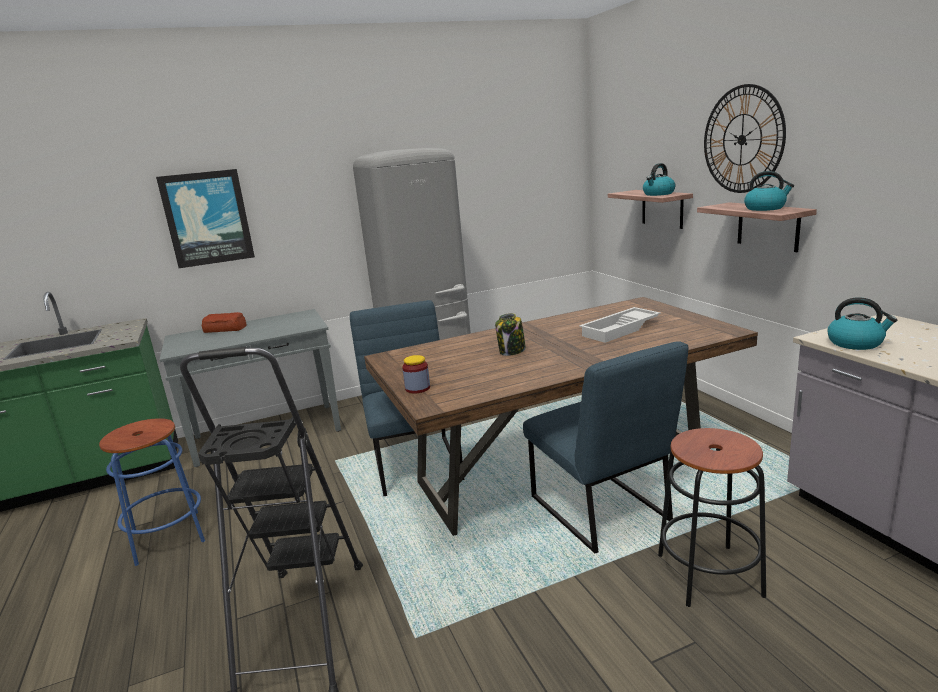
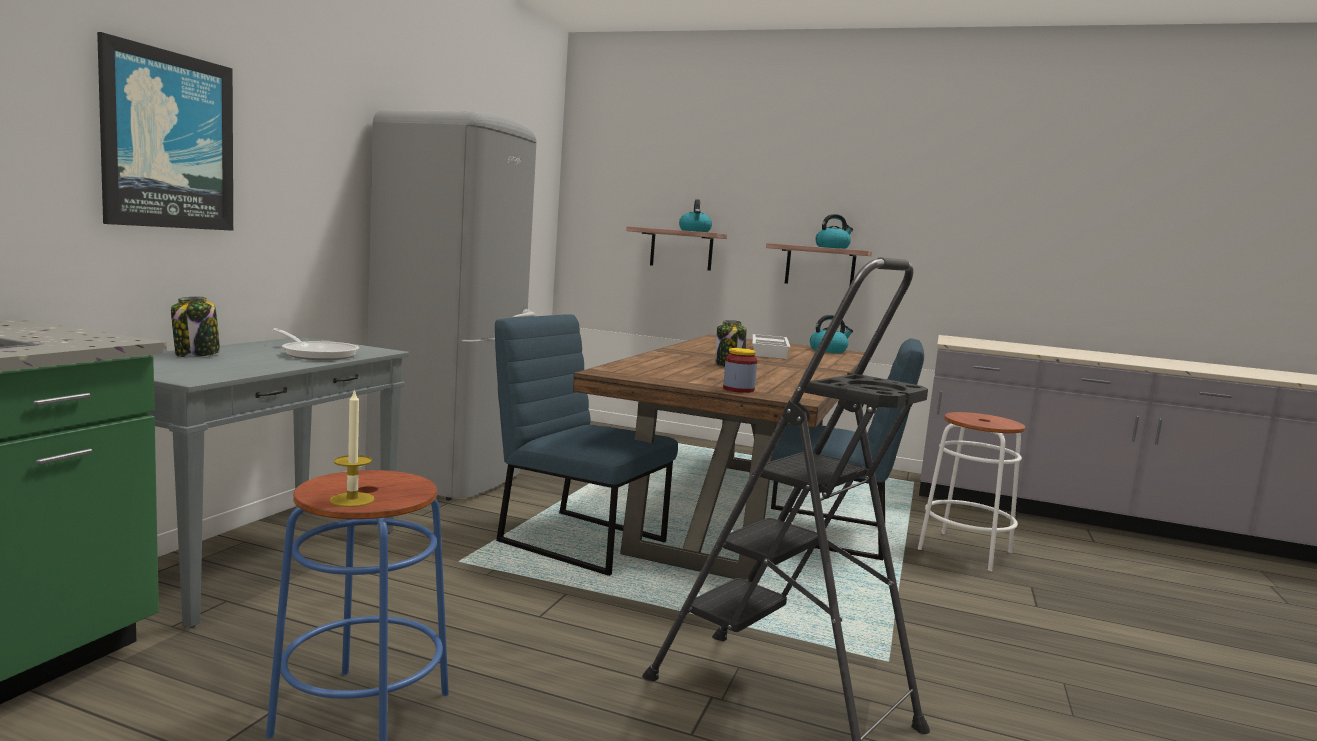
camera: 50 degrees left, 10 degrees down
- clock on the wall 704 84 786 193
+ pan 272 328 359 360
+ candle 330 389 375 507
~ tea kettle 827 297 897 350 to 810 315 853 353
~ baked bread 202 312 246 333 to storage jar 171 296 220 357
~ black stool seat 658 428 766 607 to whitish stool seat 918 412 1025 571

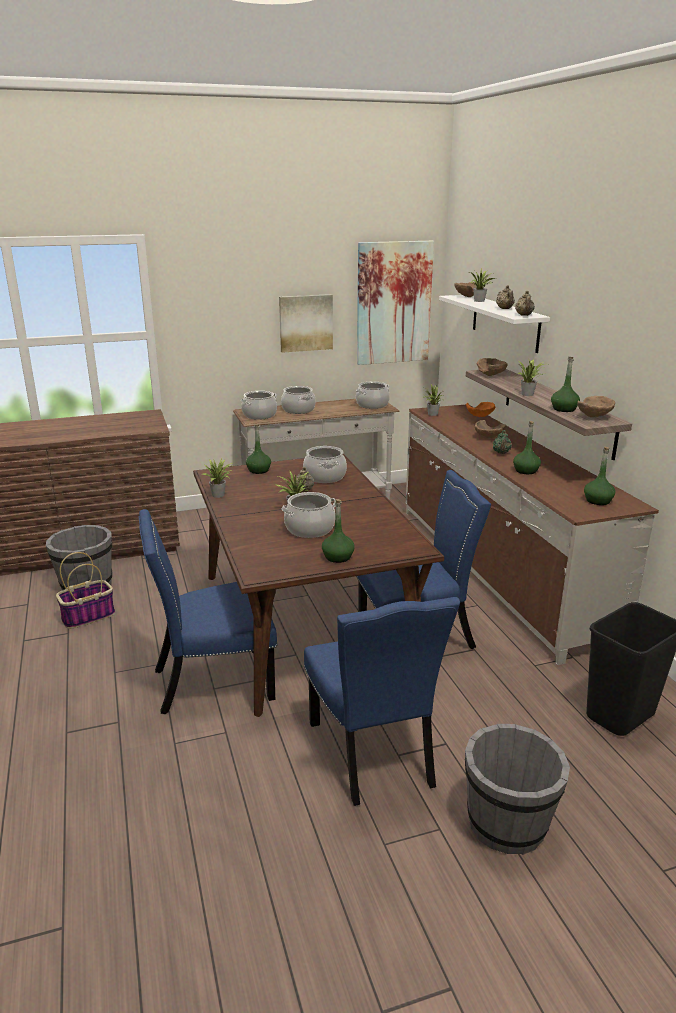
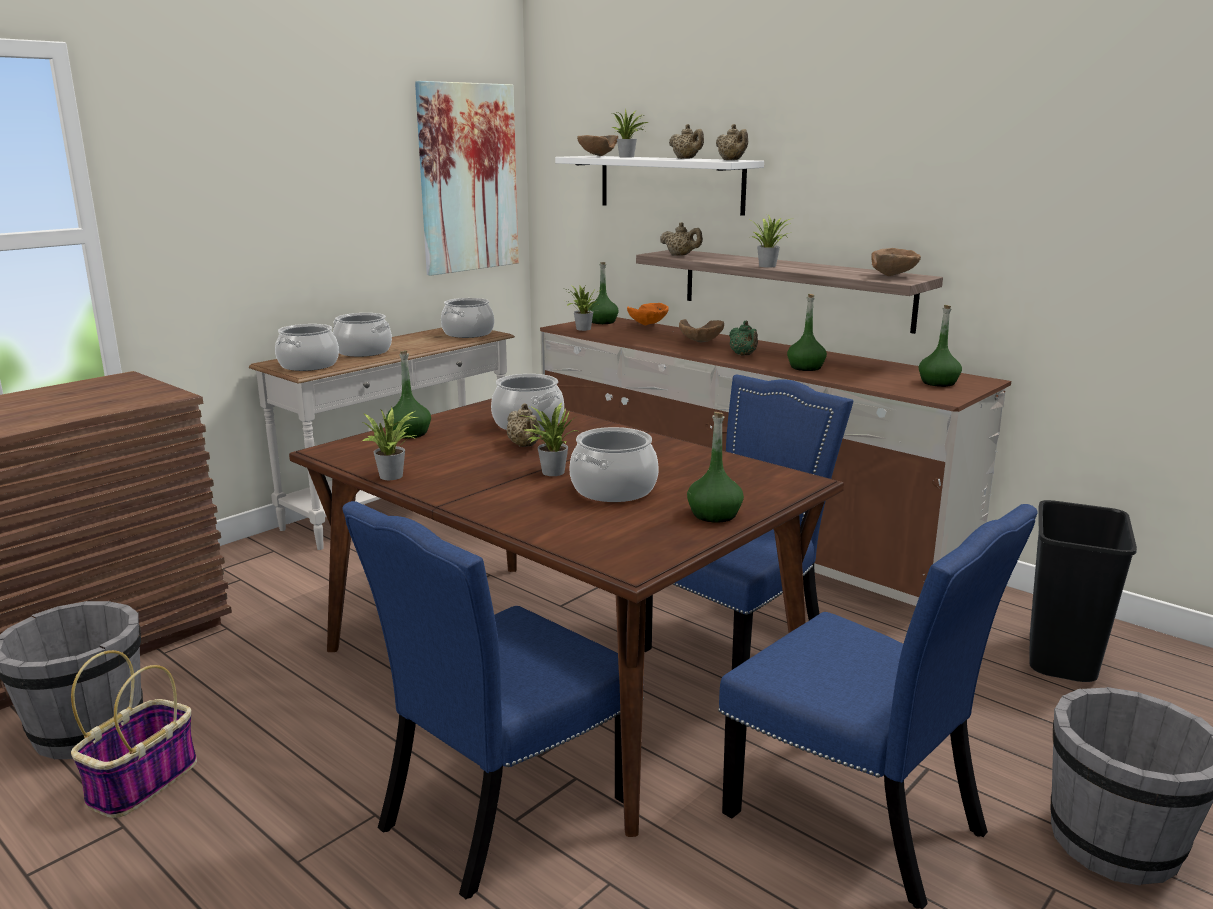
camera: 30 degrees left, 5 degrees down
- picture 279 294 333 353
~ green-coloured bottle 551 357 580 412 to 588 262 619 324
~ brownish bowl 477 358 508 376 to beige pot for tea 660 222 703 256

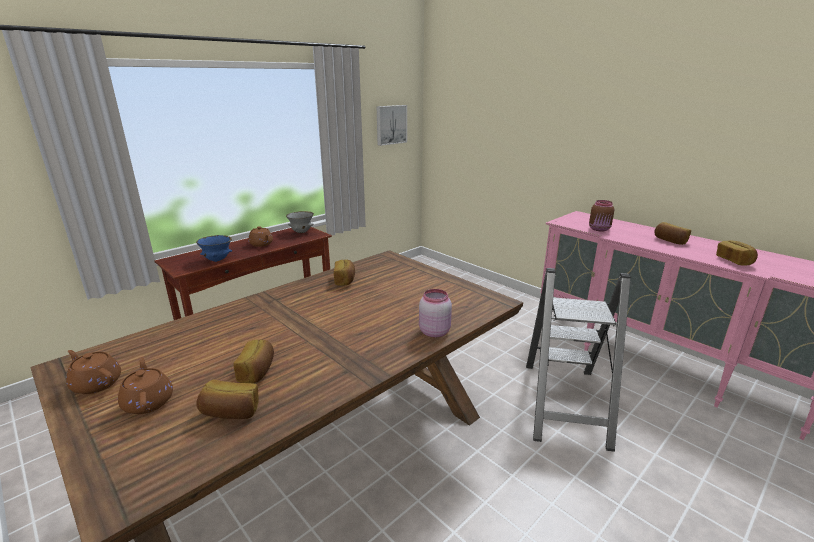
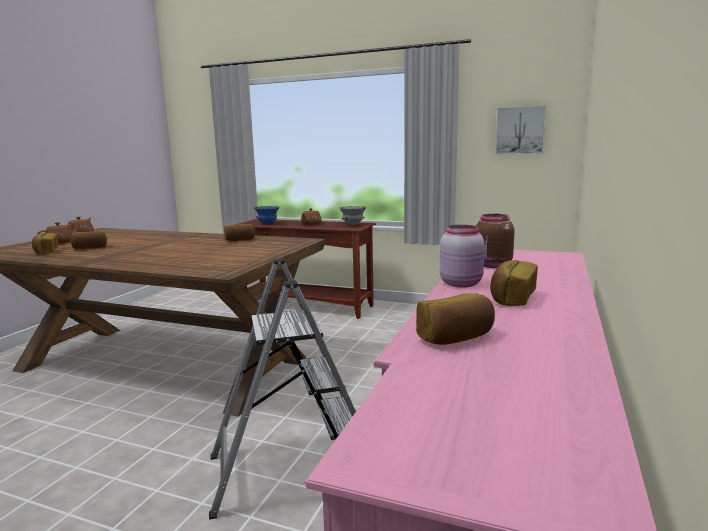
camera: 65 degrees right, 10 degrees down
~ pink-coloured storage jar 419 289 452 337 to 440 225 485 288

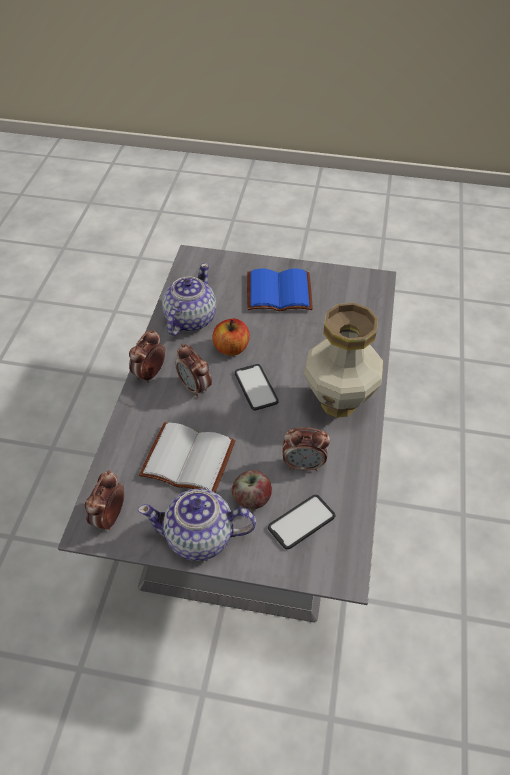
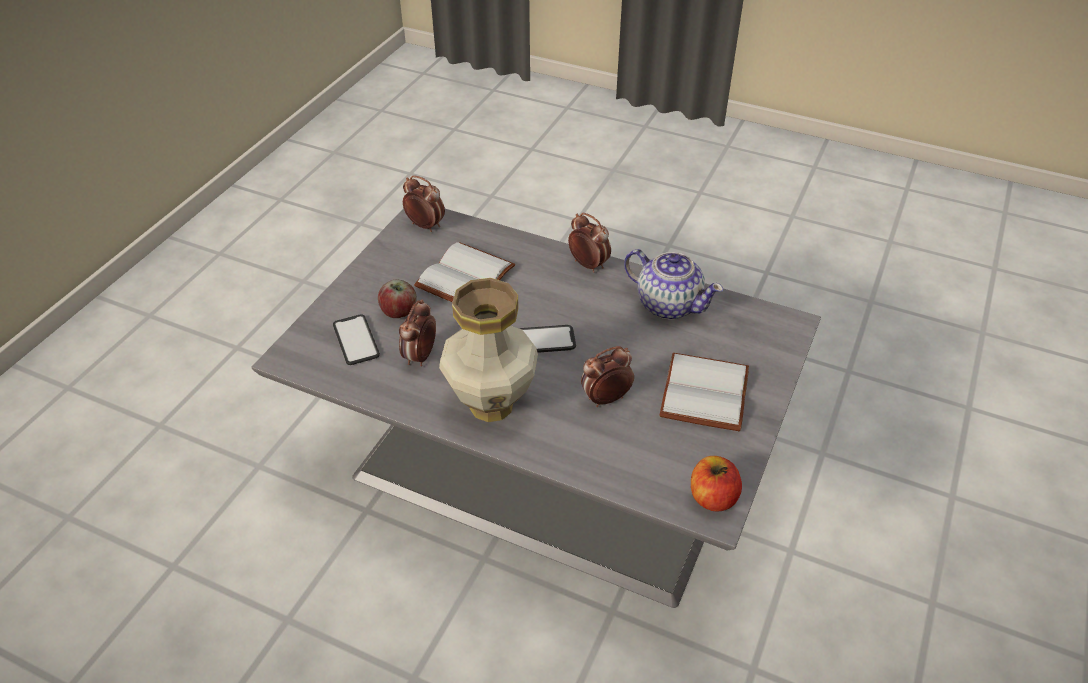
camera: 105 degrees right, 5 degrees down
- pot for tea 138 488 256 561
~ table clock 175 344 212 398 to 581 346 634 407
~ whole apple 212 318 250 356 to 691 456 742 511
~ blue book 247 268 313 311 to whitish book 659 353 749 431

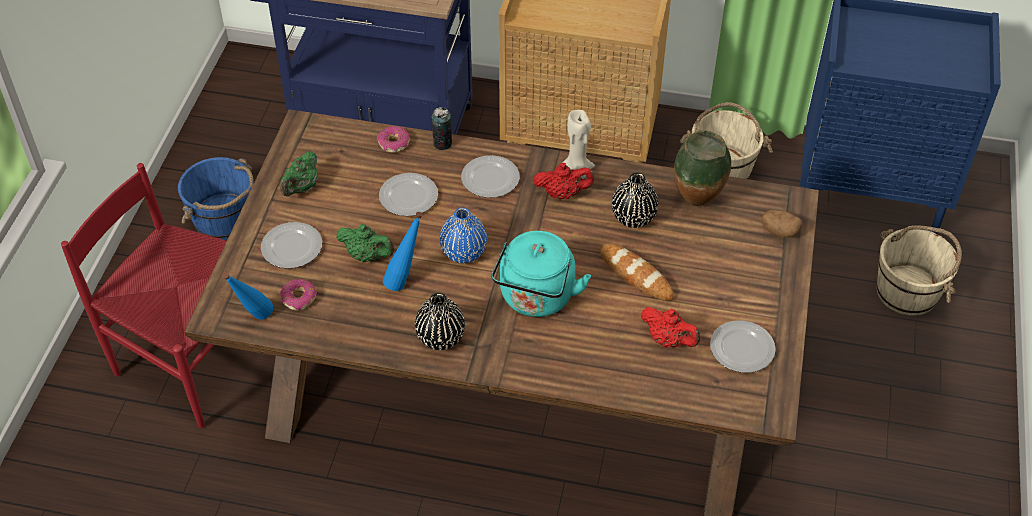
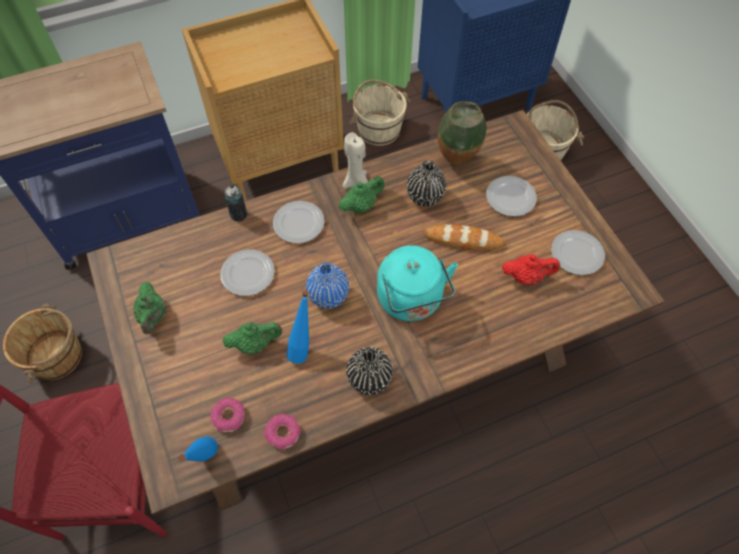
camera: 35 degrees left, 10 degrees up
- potato 762 210 802 238
~ plate 261 222 322 268 to 486 176 537 216
~ donut 377 126 410 152 to 264 414 301 450
~ blue pail 178 157 254 240 to brownish pail 3 303 82 384
~ reddish pot for tea 533 163 595 200 to green-coloured pot for tea 339 176 384 213

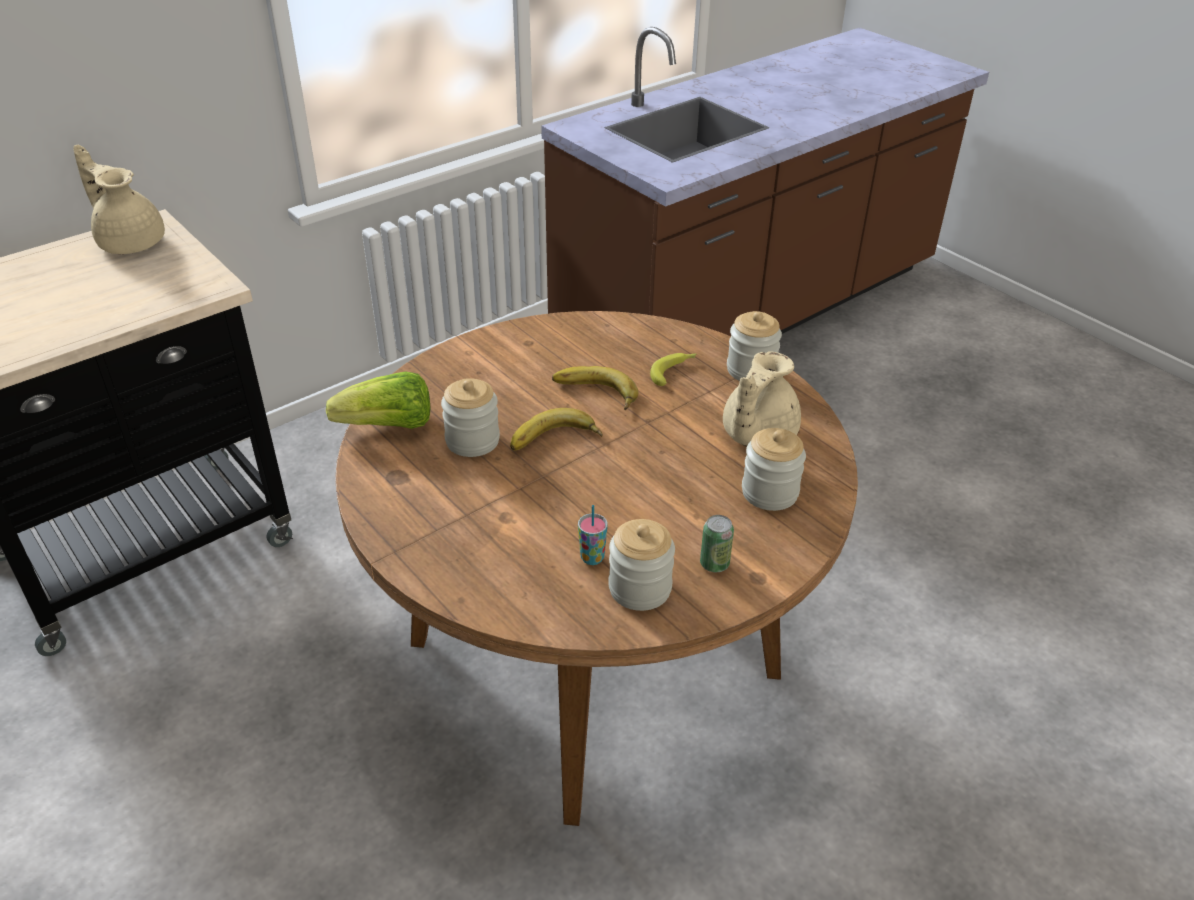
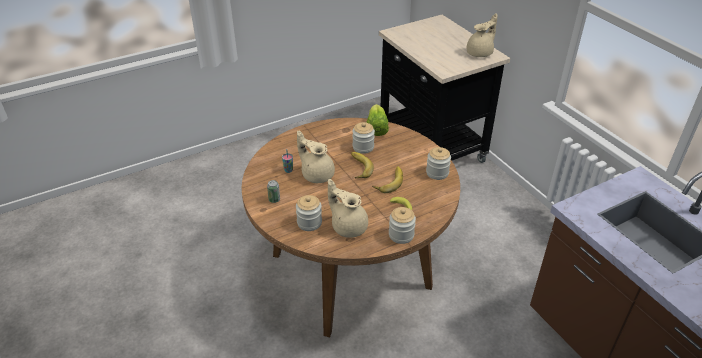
camera: 100 degrees right, 0 degrees up
+ beige pot for tea 297 131 335 183
~ storage jar 608 519 675 611 to 426 147 451 180

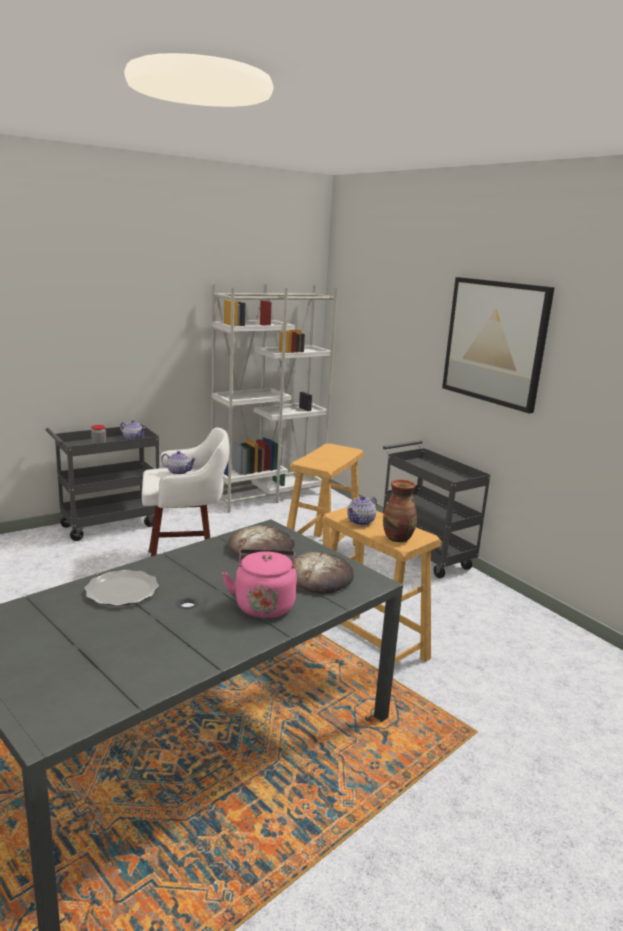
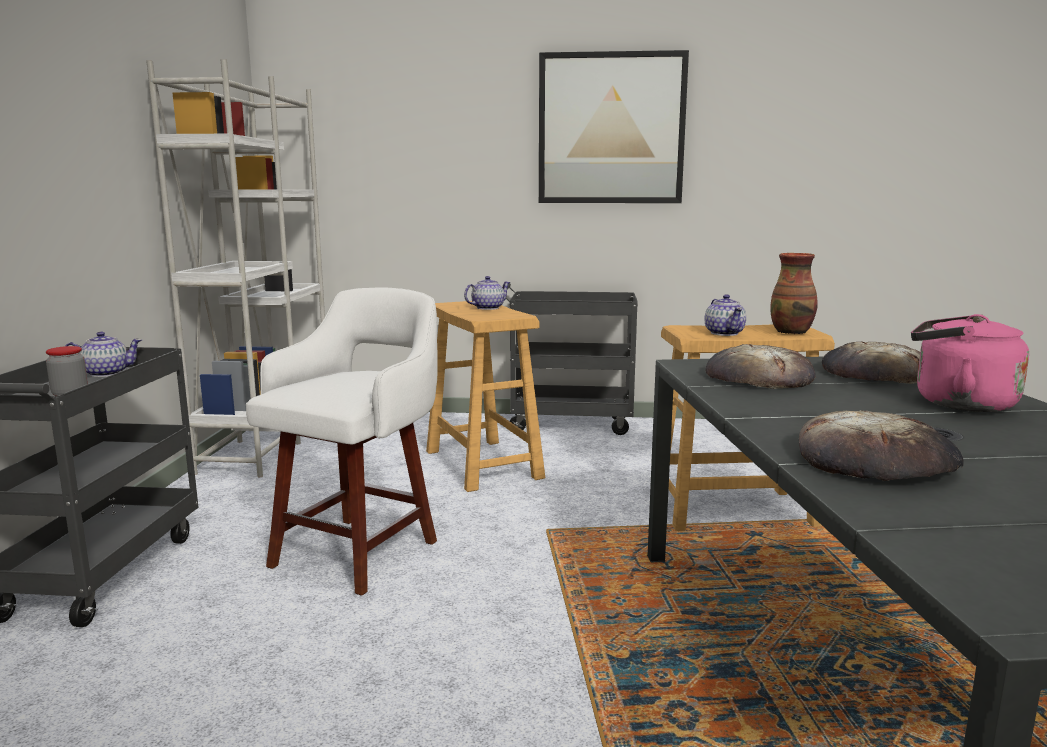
camera: 50 degrees left, 5 degrees down
~ pot for tea 161 451 196 474 to 464 276 510 310
~ plate 84 570 159 606 to baked bread 799 410 963 481

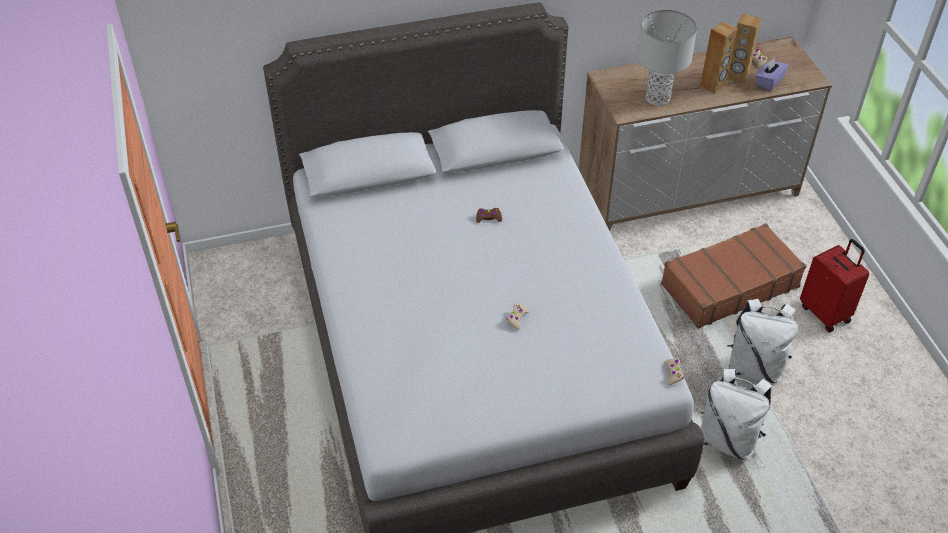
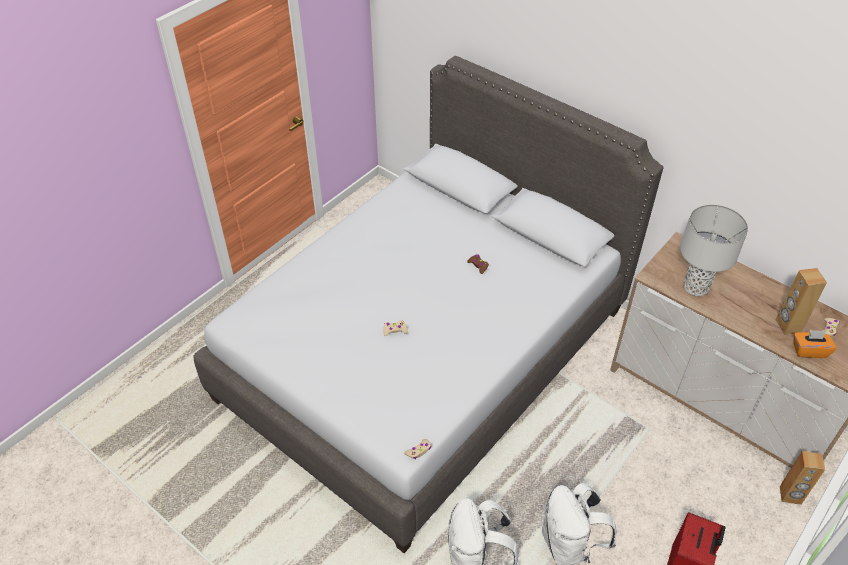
camera: 55 degrees right, 0 degrees up
- brownish suitcase 661 223 806 329
~ brownish loudspeaker 700 22 737 94 to 780 451 826 505
~ purplish box of tissues 755 57 789 91 to orange box of tissues 794 330 837 358

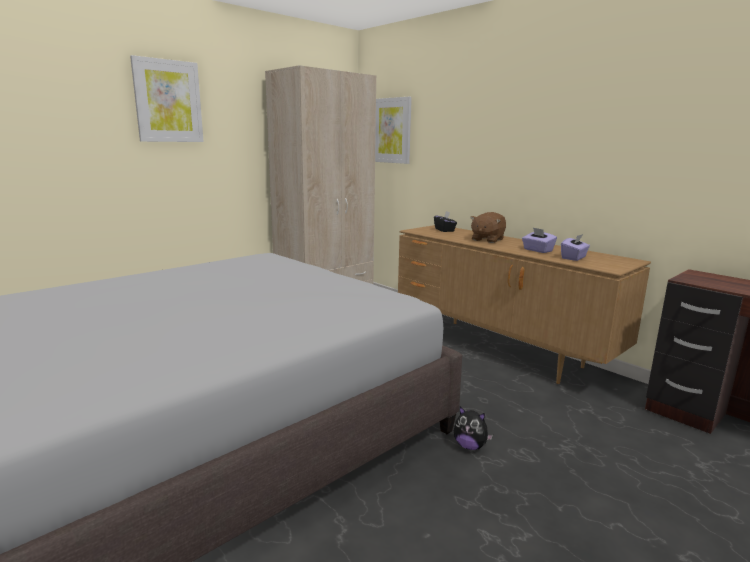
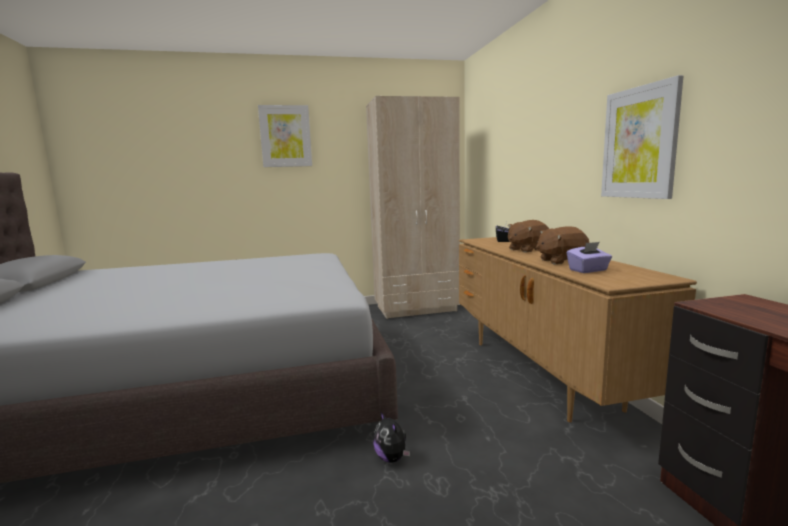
camera: 30 degrees right, 5 degrees down
~ picture 375 97 412 164 to 601 75 684 199
~ purplish box of tissues 522 227 557 253 to brownish soft toy 536 226 589 265

